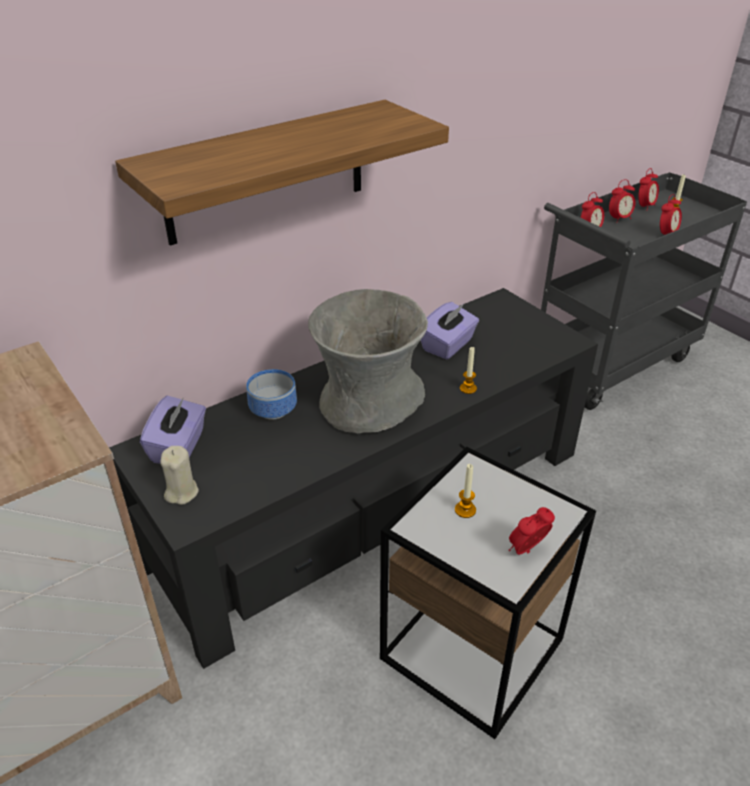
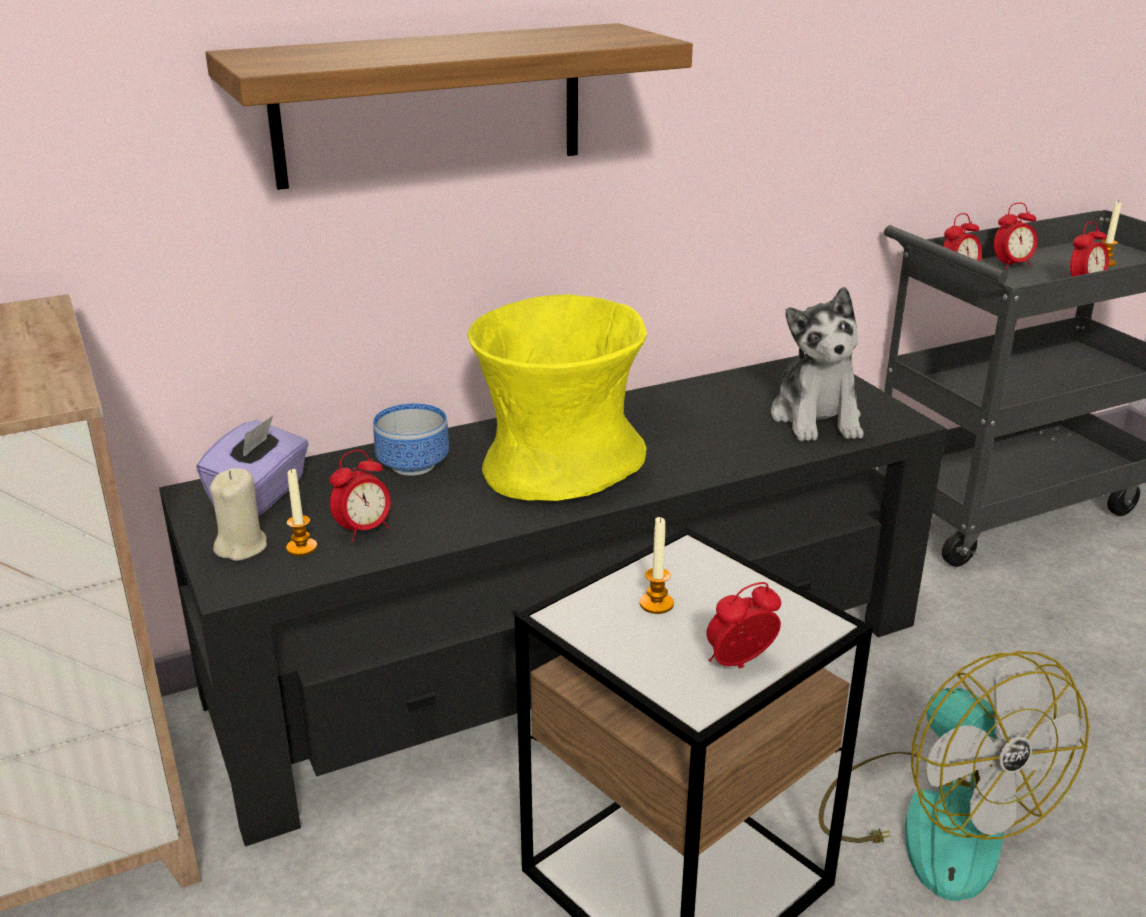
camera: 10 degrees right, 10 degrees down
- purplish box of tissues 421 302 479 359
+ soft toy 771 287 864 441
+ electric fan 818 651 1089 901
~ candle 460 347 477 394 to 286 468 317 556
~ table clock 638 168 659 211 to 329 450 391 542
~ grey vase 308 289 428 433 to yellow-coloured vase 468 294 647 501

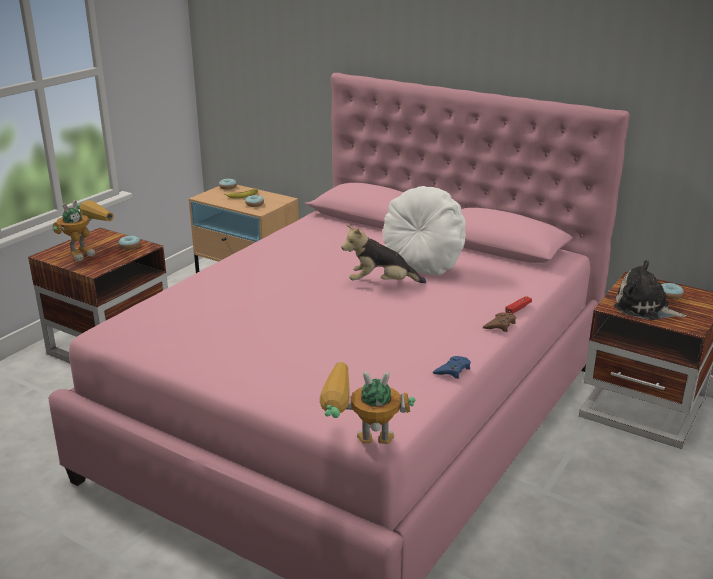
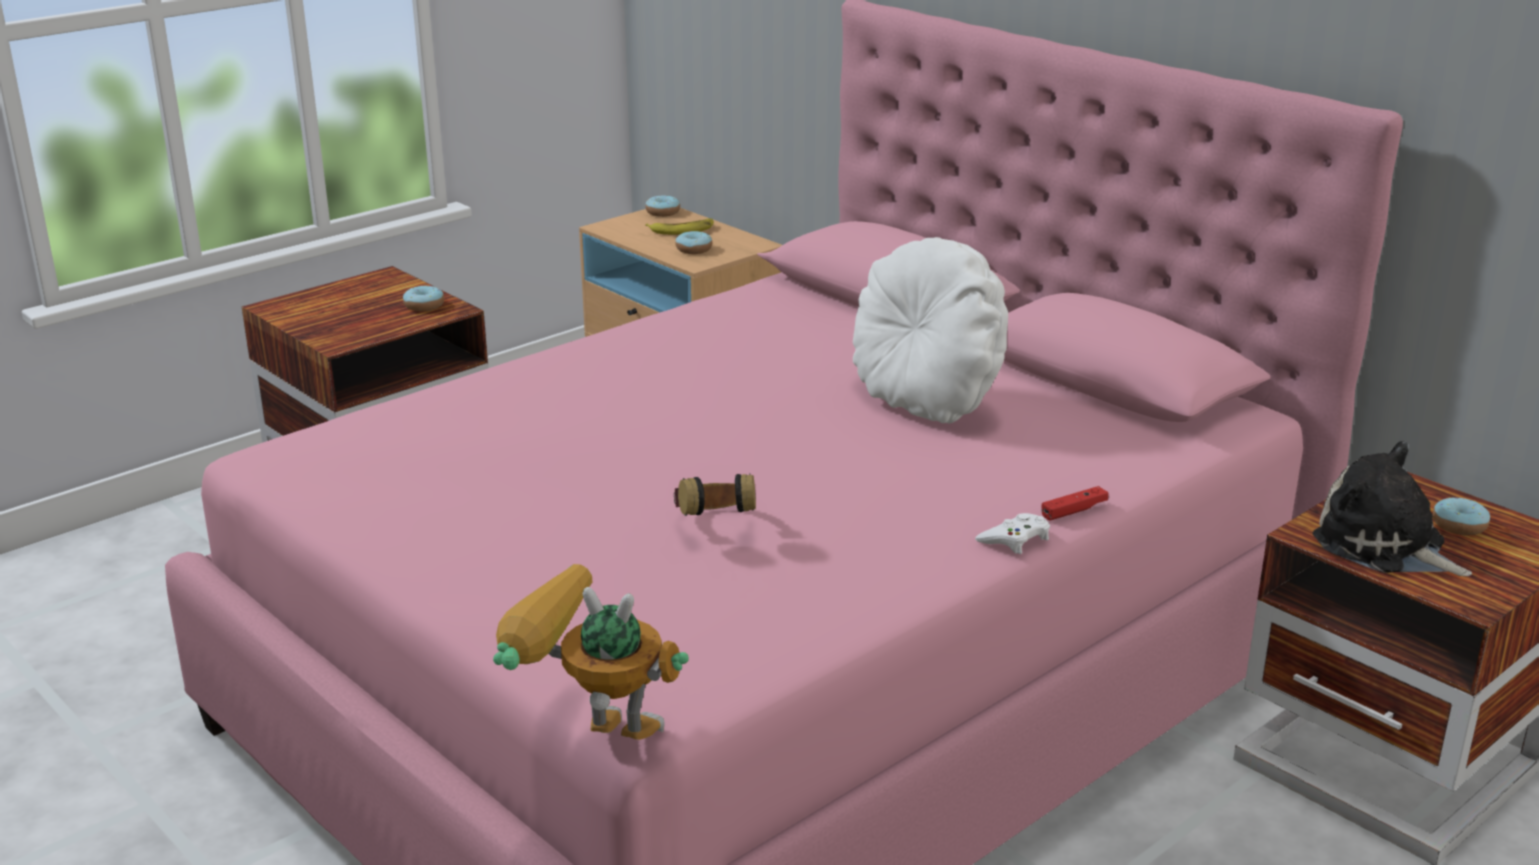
camera: 15 degrees right, 0 degrees up
- model robot 53 200 114 261
- soft toy 341 225 426 283
- blue gamepad 433 356 471 379
+ pair of headphones 674 473 756 516
~ brownish gamepad 483 312 516 332 to whitish gamepad 975 513 1050 554

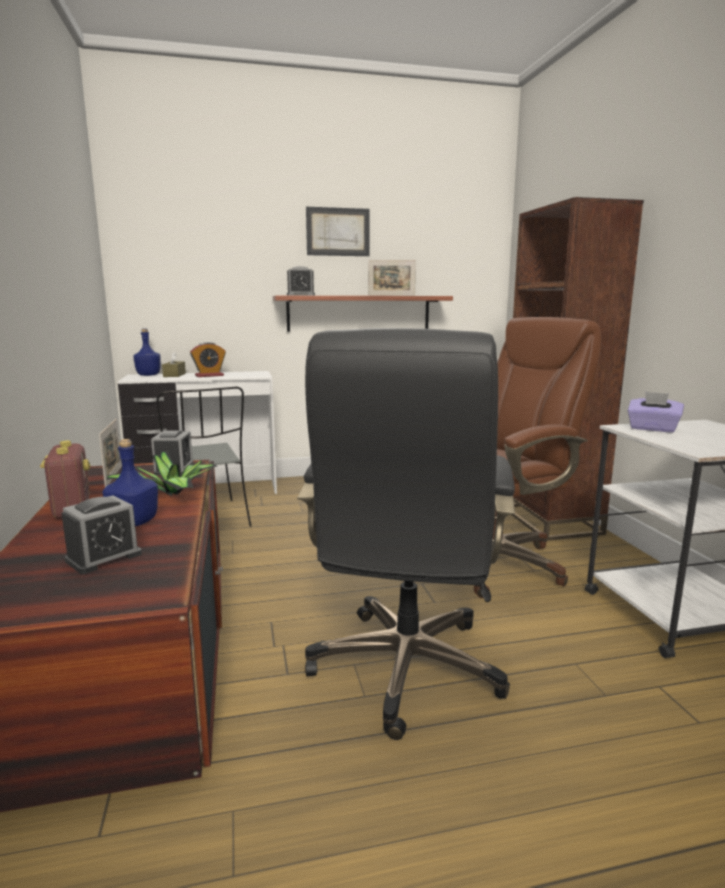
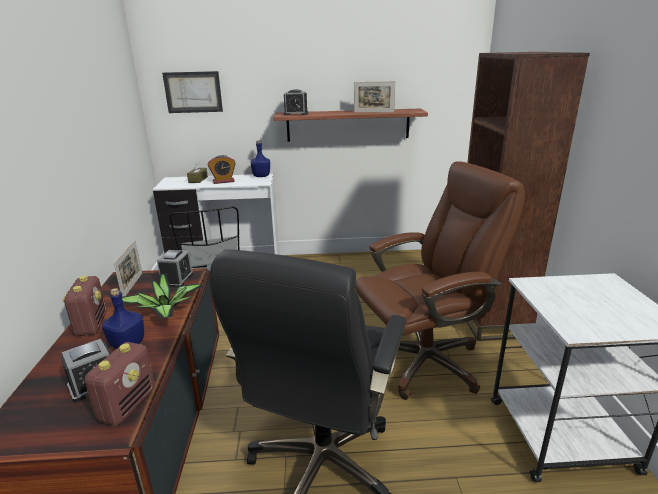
camera: 10 degrees right, 10 degrees up
- purplish box of tissues 628 391 684 432
+ radio receiver 85 342 155 425
~ blue bottle 133 329 161 376 to 251 140 270 177
~ picture 306 207 369 256 to 162 71 223 113

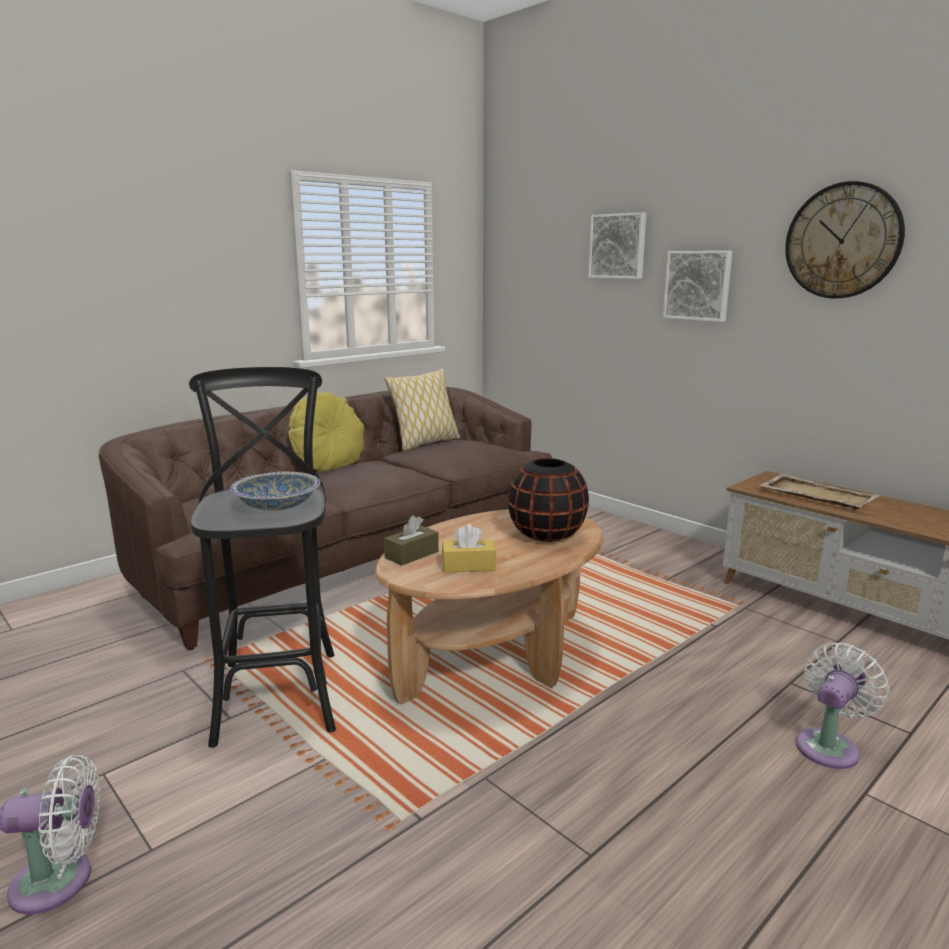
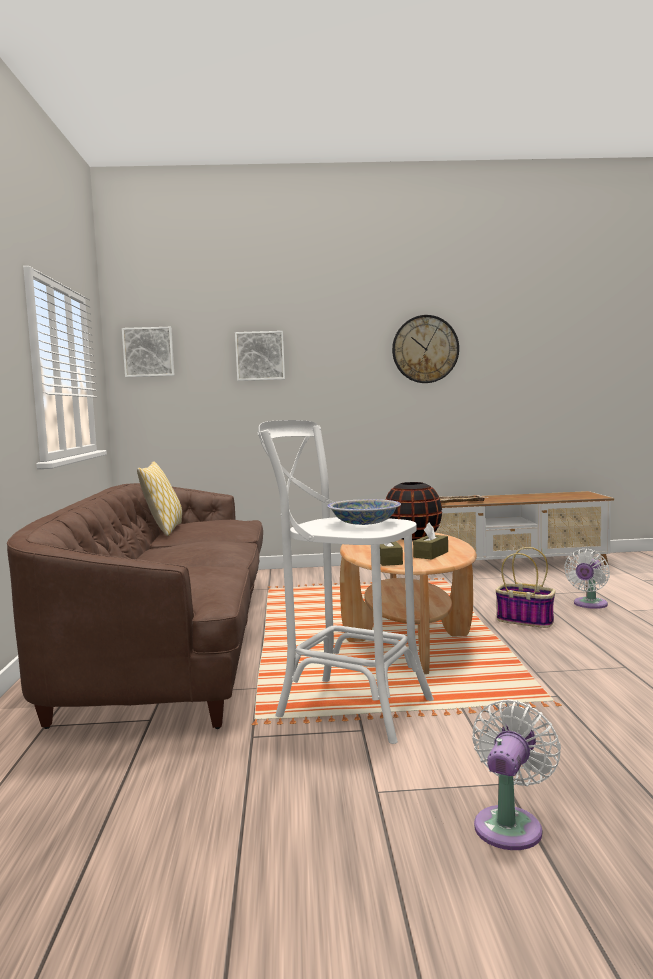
camera: 50 degrees left, 10 degrees down
- yellow-coloured throw pillow 288 392 364 472
+ household basket 496 547 555 628
~ picture 663 251 733 322 to 122 327 175 377
~ black stool seat 189 367 336 748 to whitish stool seat 258 420 434 744
~ yellow-coloured box of tissues 442 524 496 573 to brownish box of tissues 413 523 448 560
~ whitish electric fan 796 643 889 769 = 564 549 610 609 135 degrees counterclockwise

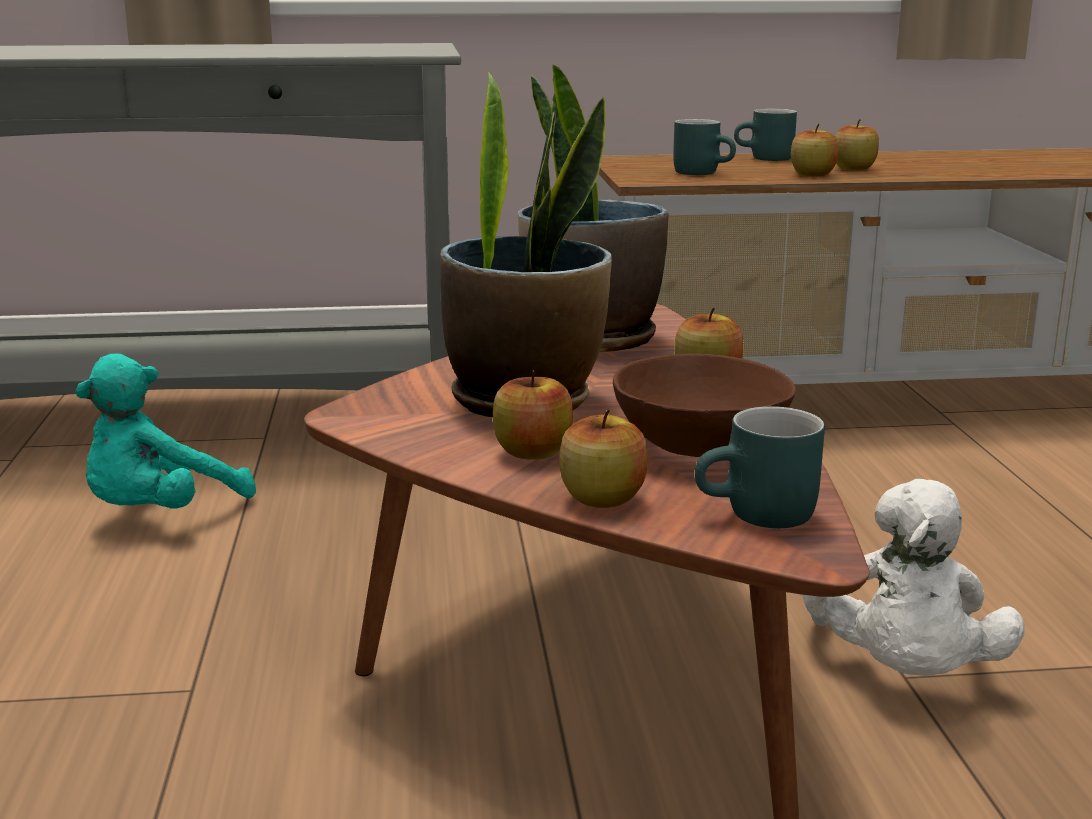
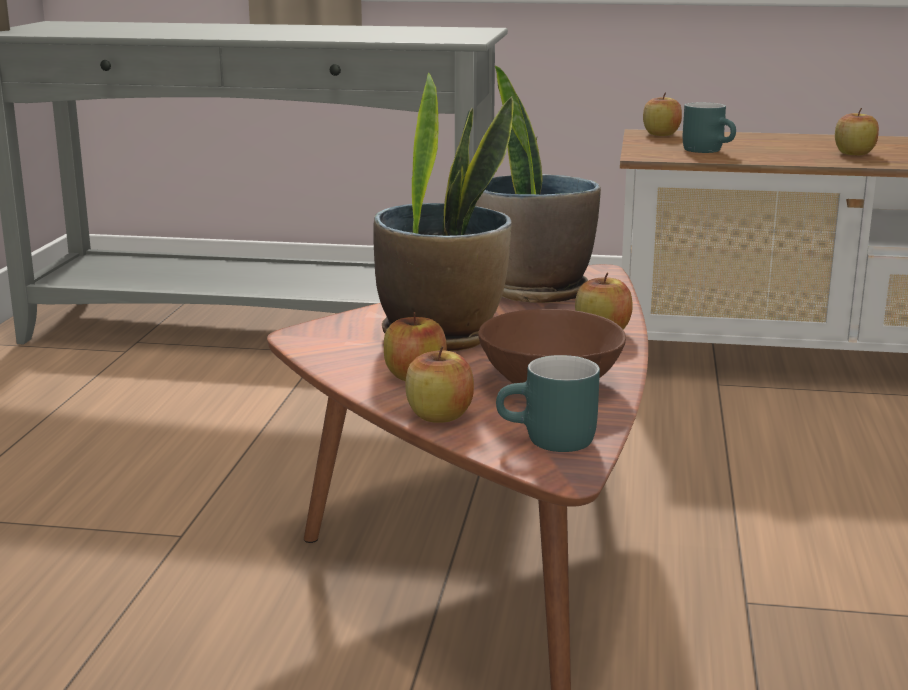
camera: 15 degrees right, 0 degrees up
- turquoise soft toy 75 354 256 509
- turquoise mug 734 109 797 161
- whitish soft toy 803 479 1025 676
~ whole apple 791 124 838 177 to 643 92 682 136

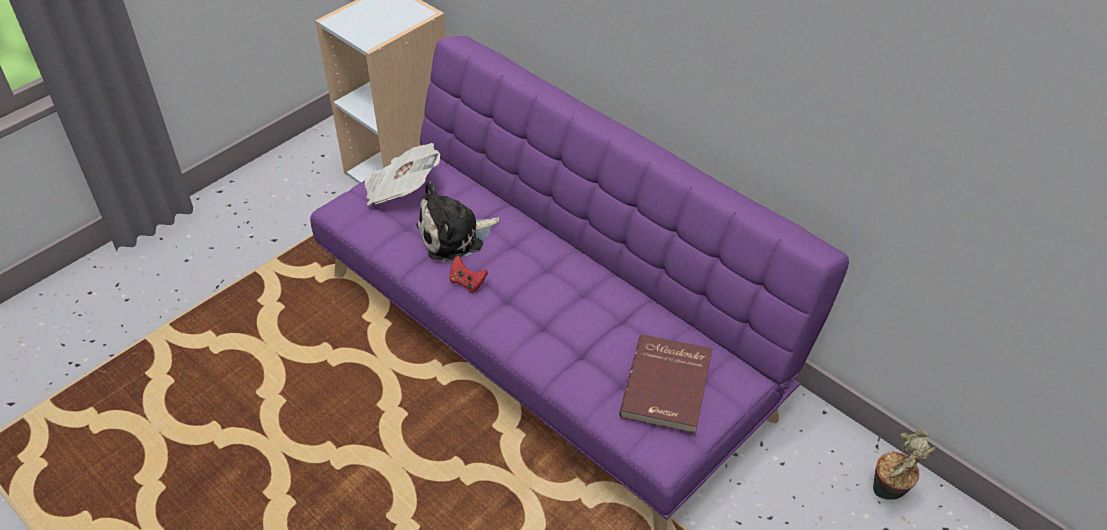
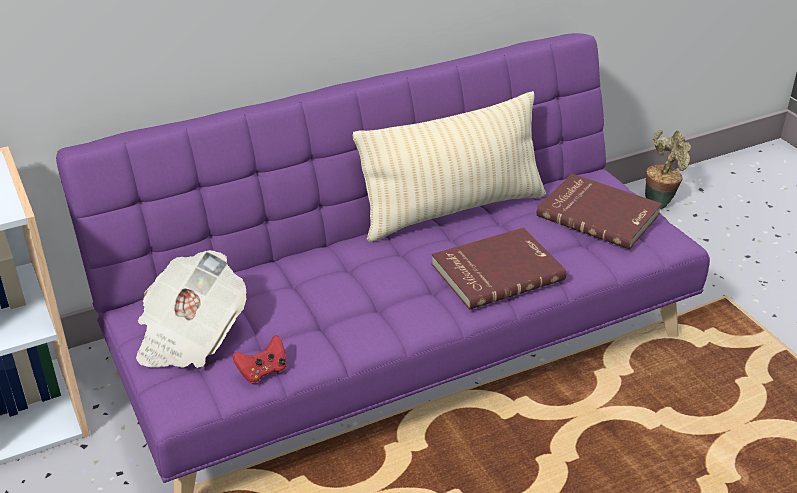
camera: 70 degrees left, 10 degrees down
- soft toy 416 182 499 262
+ beige throw pillow 353 91 546 242
+ reddish book 431 228 567 310
~ reddish gamepad 449 256 488 293 to 232 335 287 383

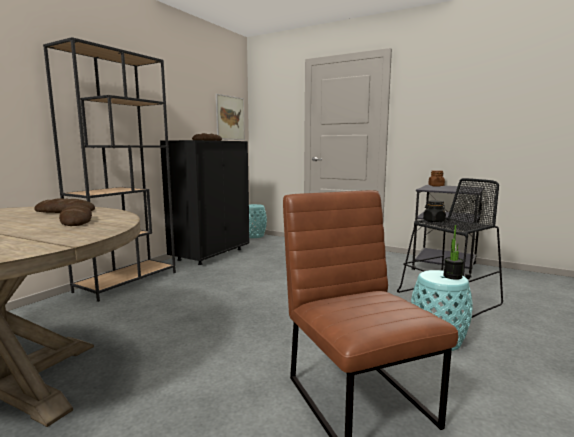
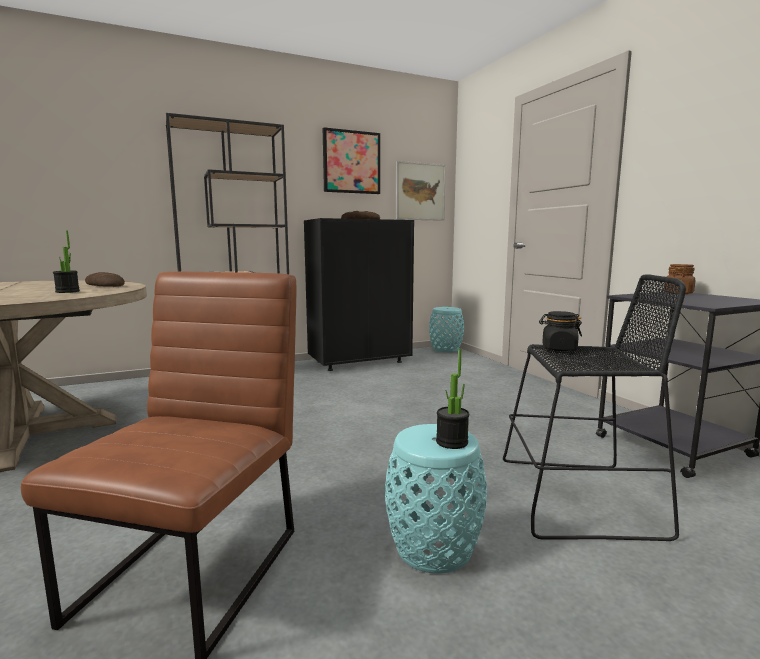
camera: 35 degrees right, 0 degrees up
+ picture 323 127 380 194
~ baked bread 59 205 92 226 to houseplant 53 230 80 293

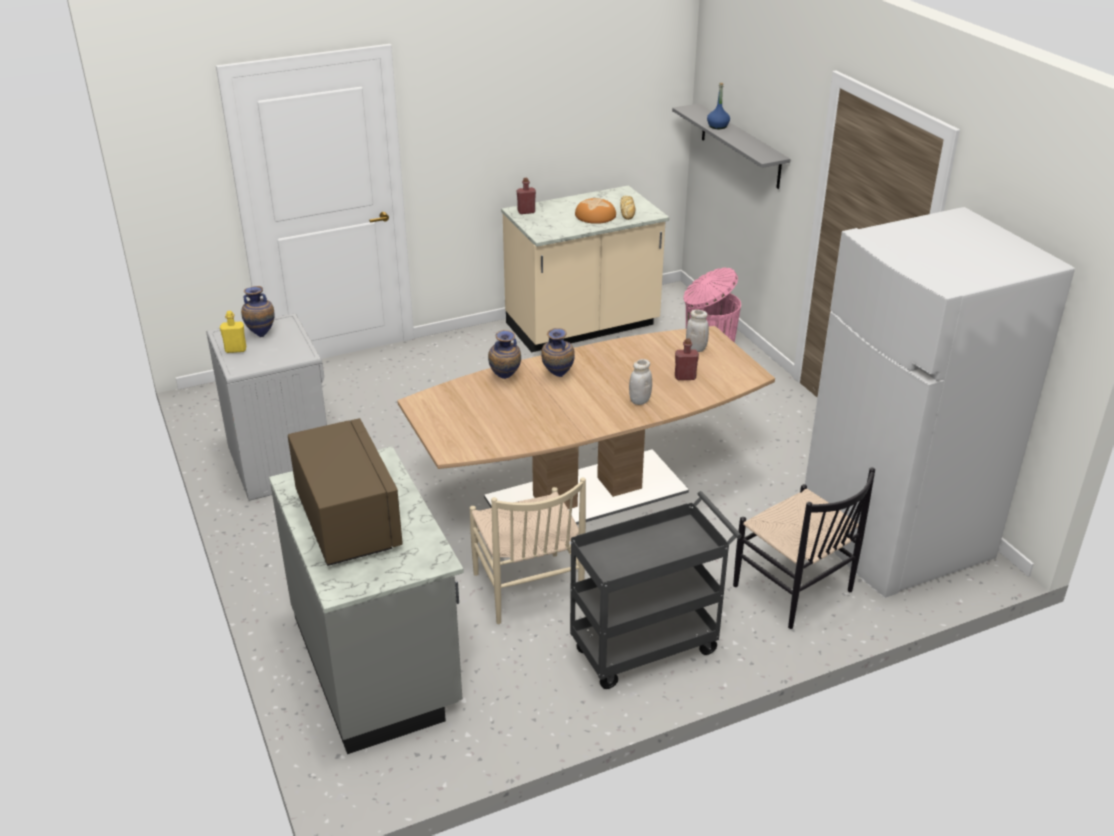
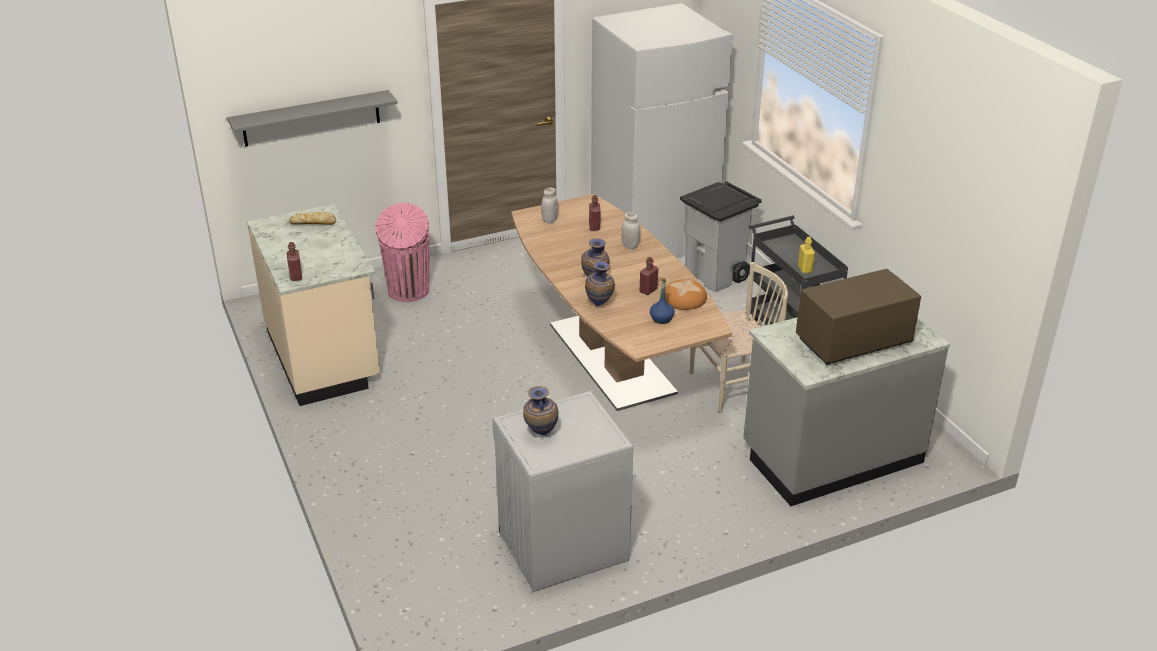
camera: 90 degrees left, 0 degrees up
+ reddish bottle 640 257 658 295
~ yellow-coloured bottle 220 311 246 353 to 798 237 815 273
~ baked bread 575 198 616 224 to 665 279 707 310
~ blue bottle 707 83 730 129 to 650 278 675 324
~ black plain chair 733 468 875 629 to grey rubbish bin 680 181 762 292

